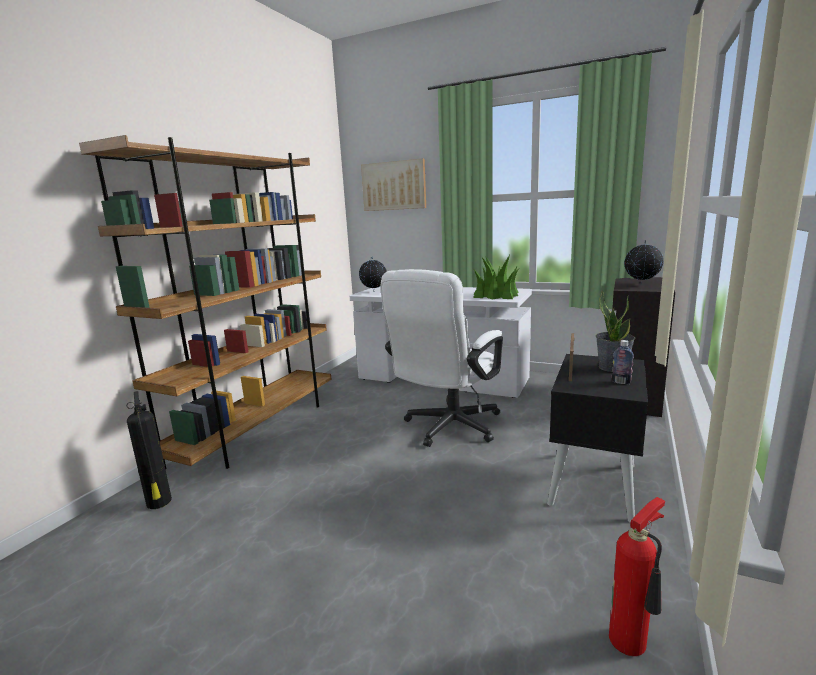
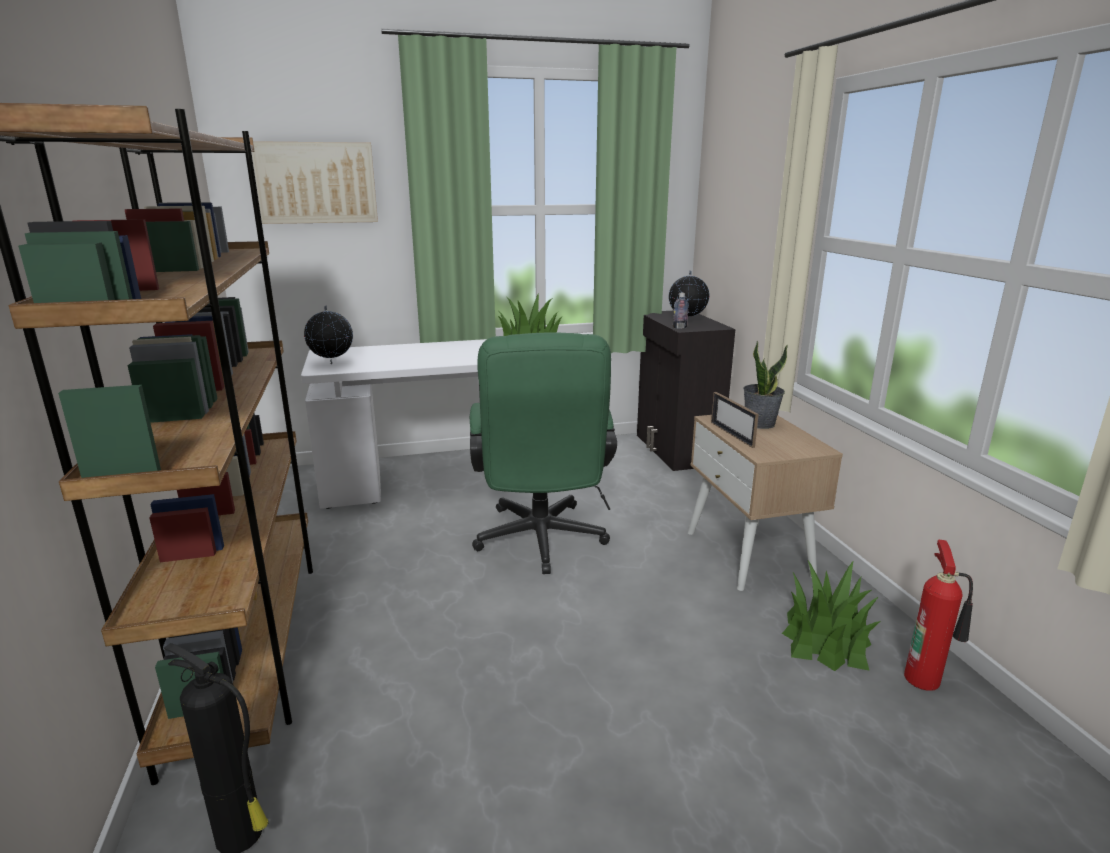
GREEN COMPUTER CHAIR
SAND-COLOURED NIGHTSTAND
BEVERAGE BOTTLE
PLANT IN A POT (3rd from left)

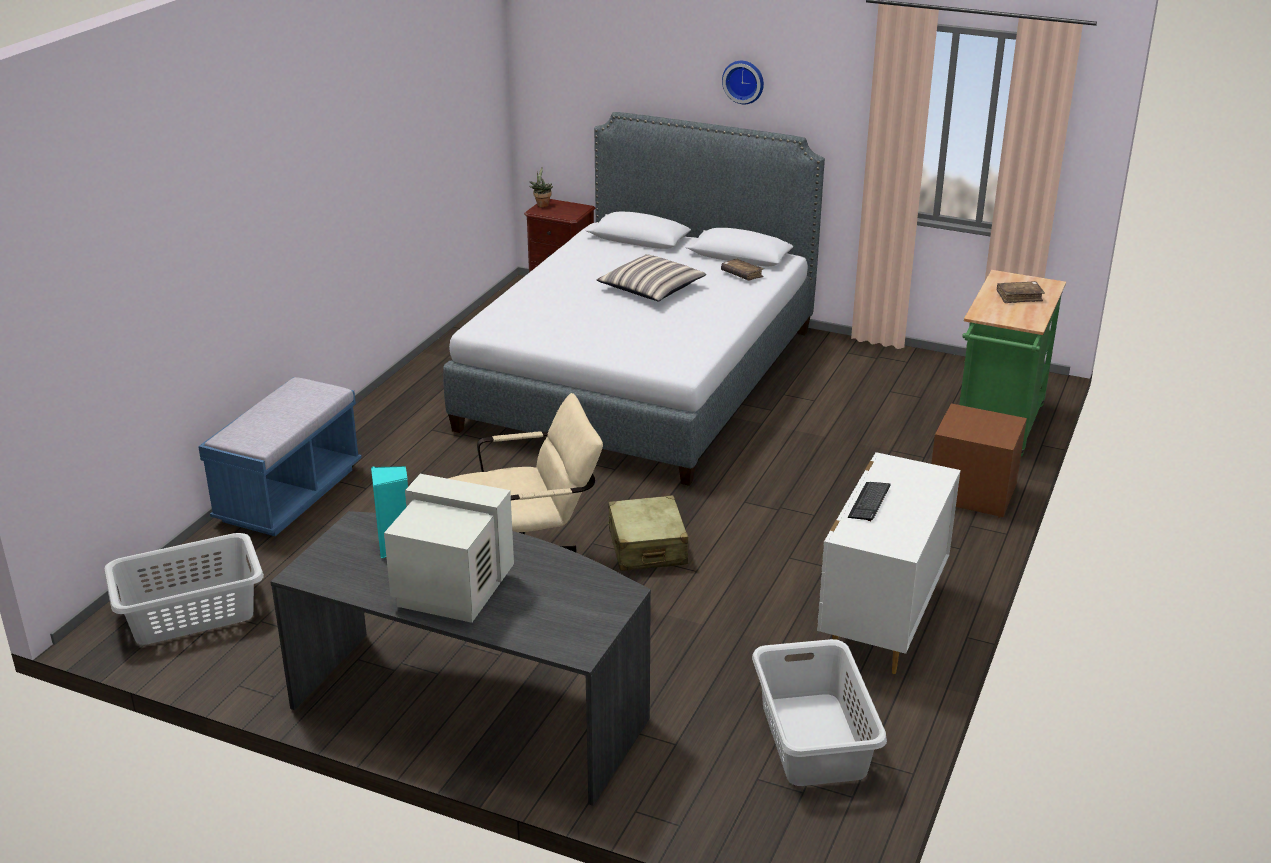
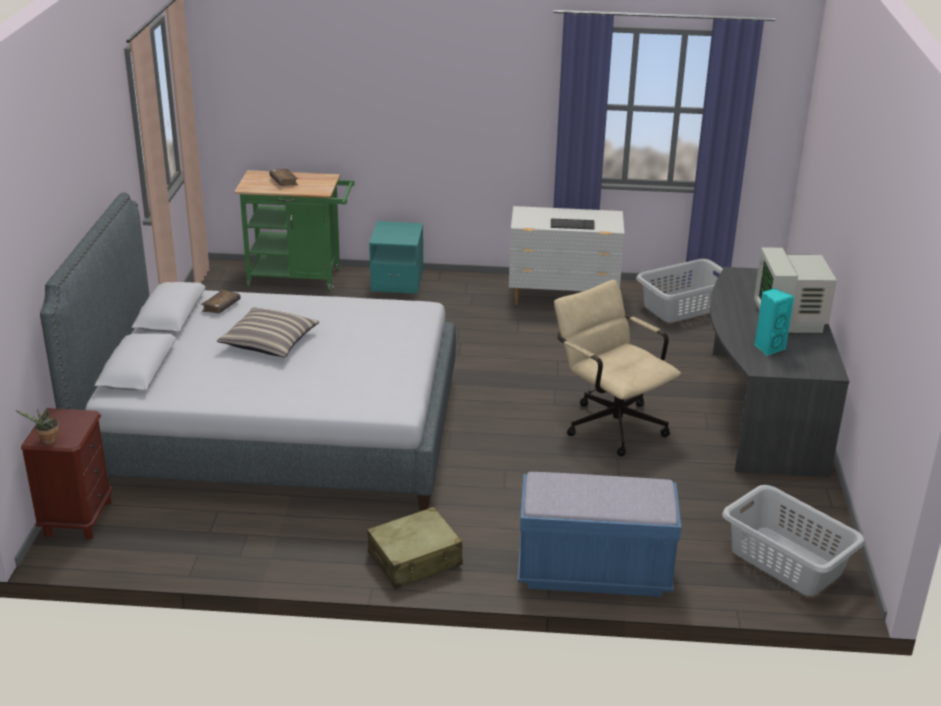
SAND-COLOURED TRAVEL CASE
WALL CLOCK
TURQUOISE NIGHTSTAND

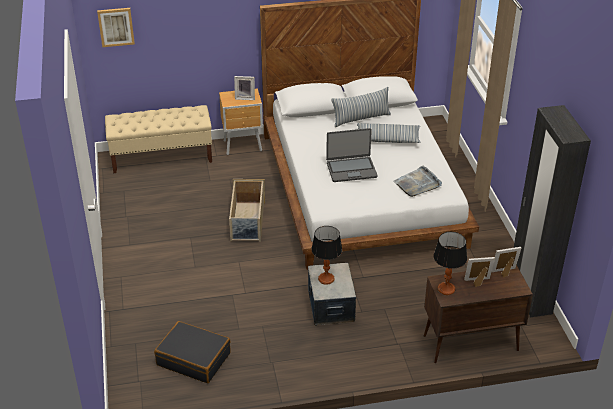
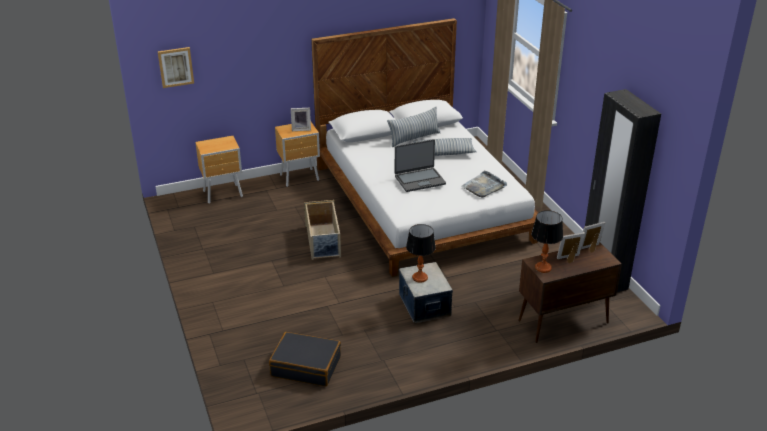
BROWN NIGHTSTAND (1st from left)

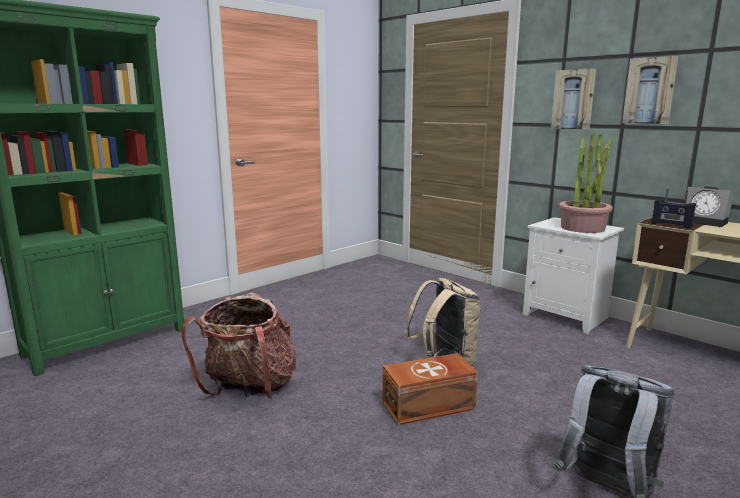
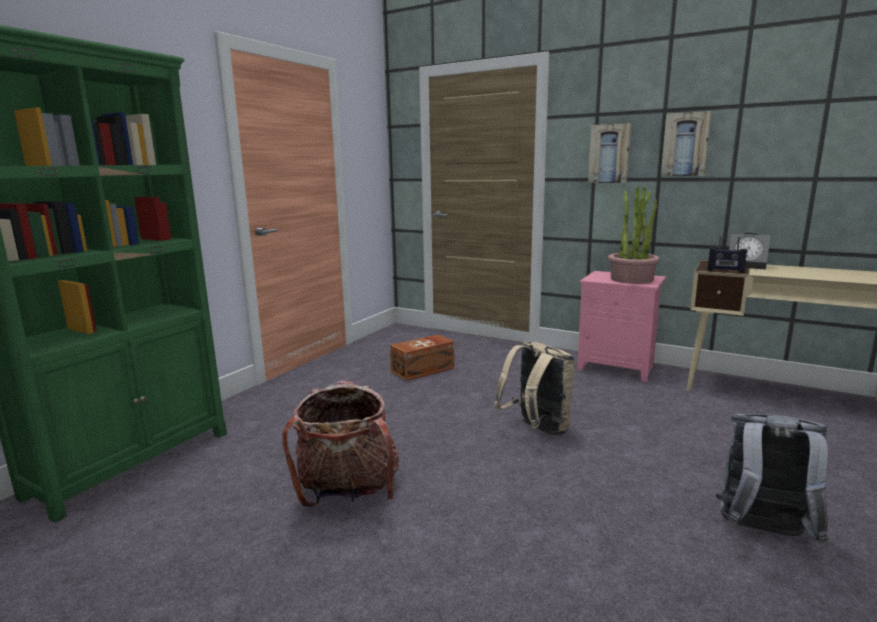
BROWN STORAGE BOX
PINK-COLOURED NIGHTSTAND

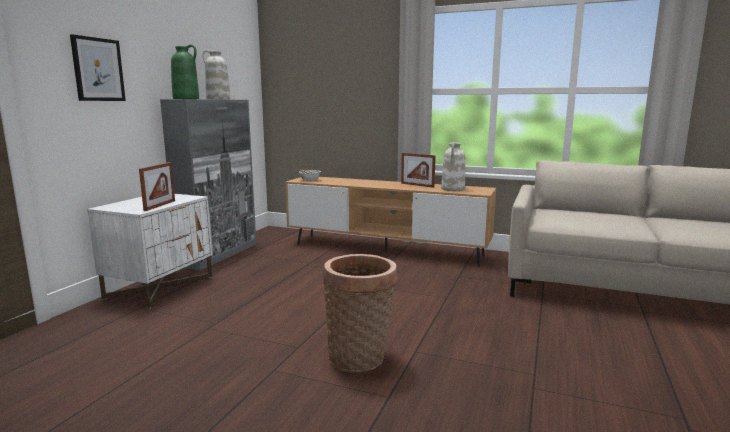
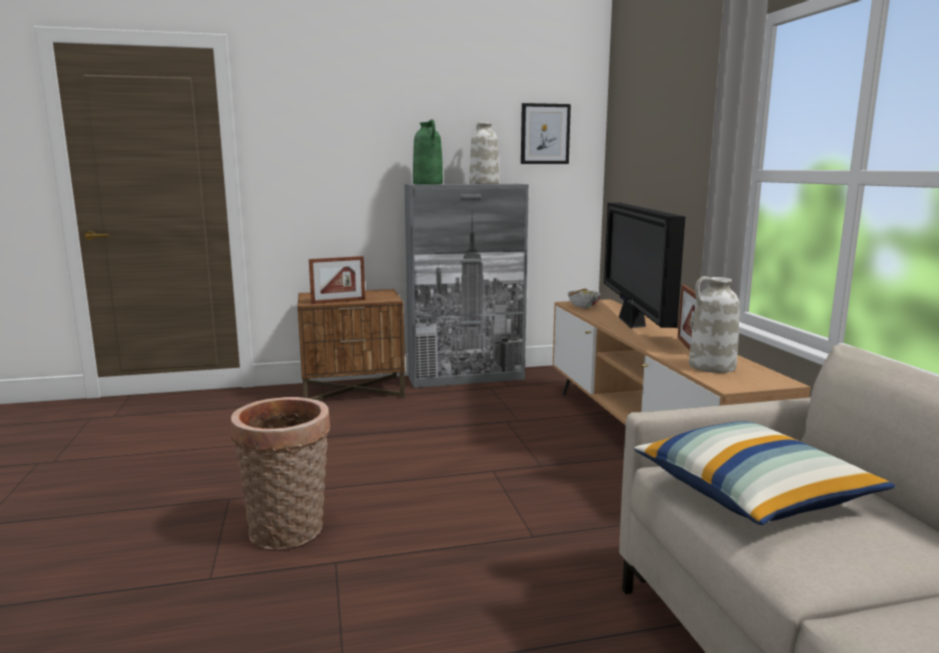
WALL ART
BROWN NIGHTSTAND
TELEVISION
THROW PILLOW

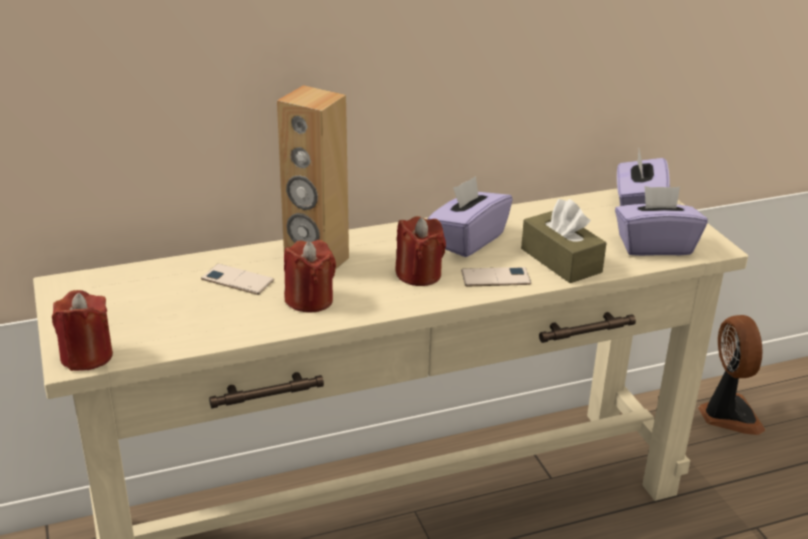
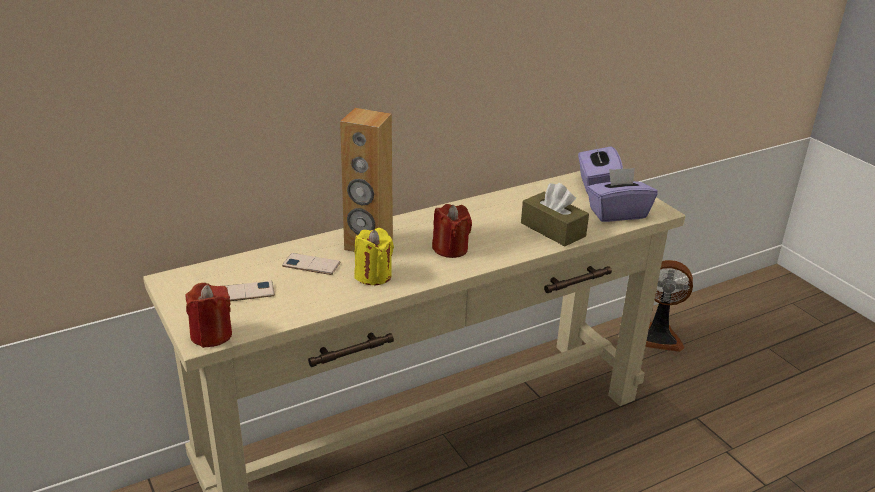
YELLOW CANDLE
PURPLE TISSUE HOLDER (1st from left in the first image)
TELEPHONE (1st from left)
FAN

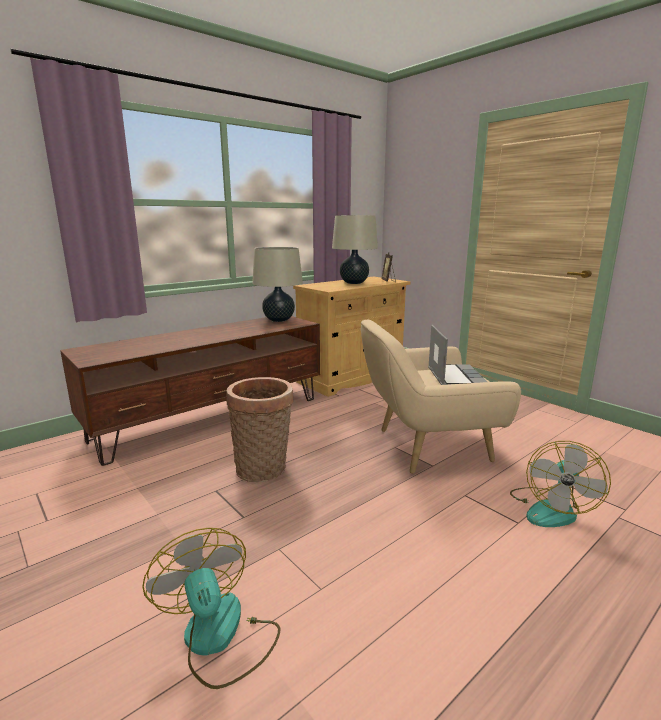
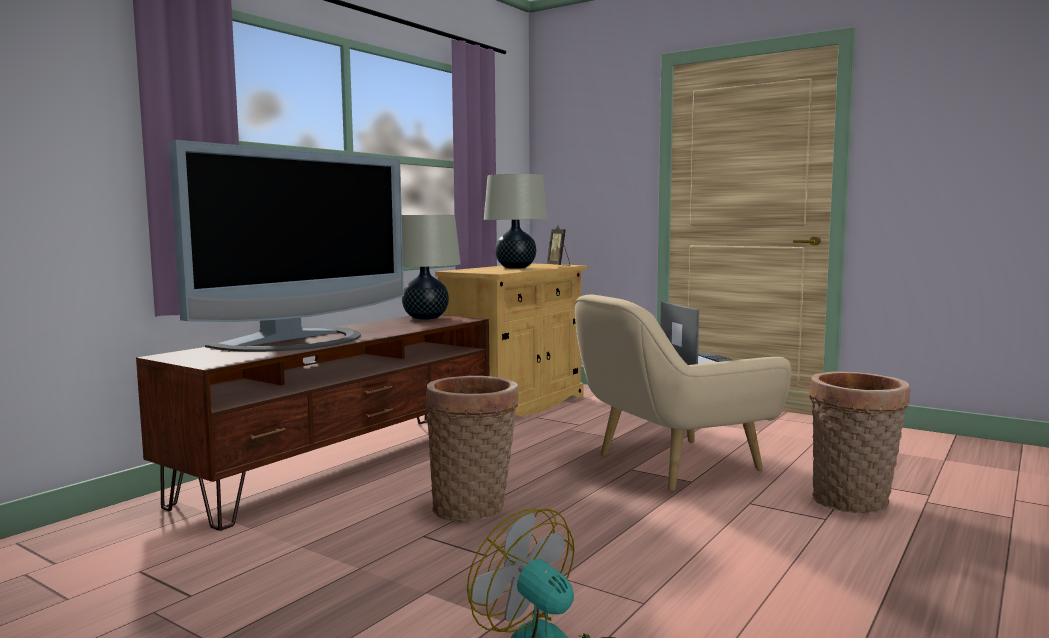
STORAGE BASKET (2nd from left)
TELEVISION

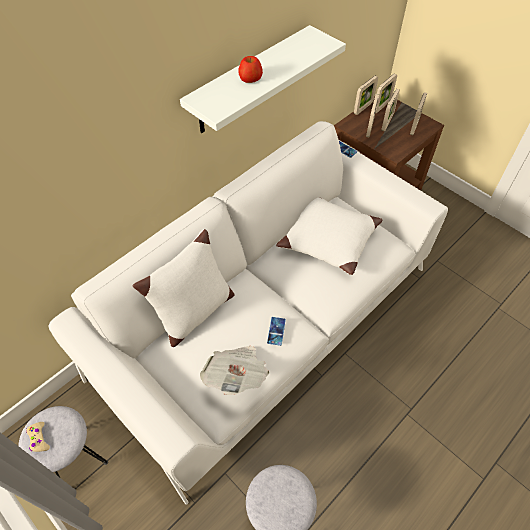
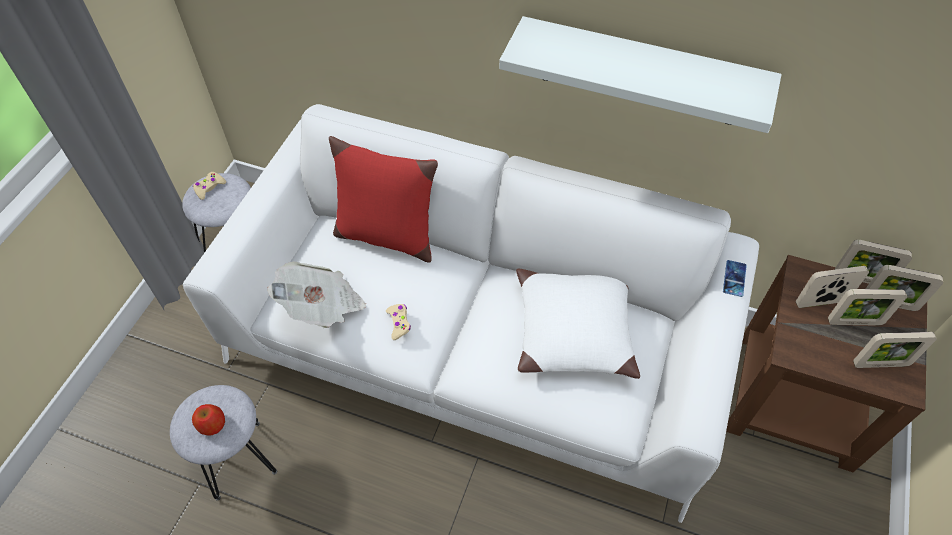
RED-COLOURED THROW PILLOW
APPLE
SAND-COLOURED GAME CONTROLLER (2nd from left)

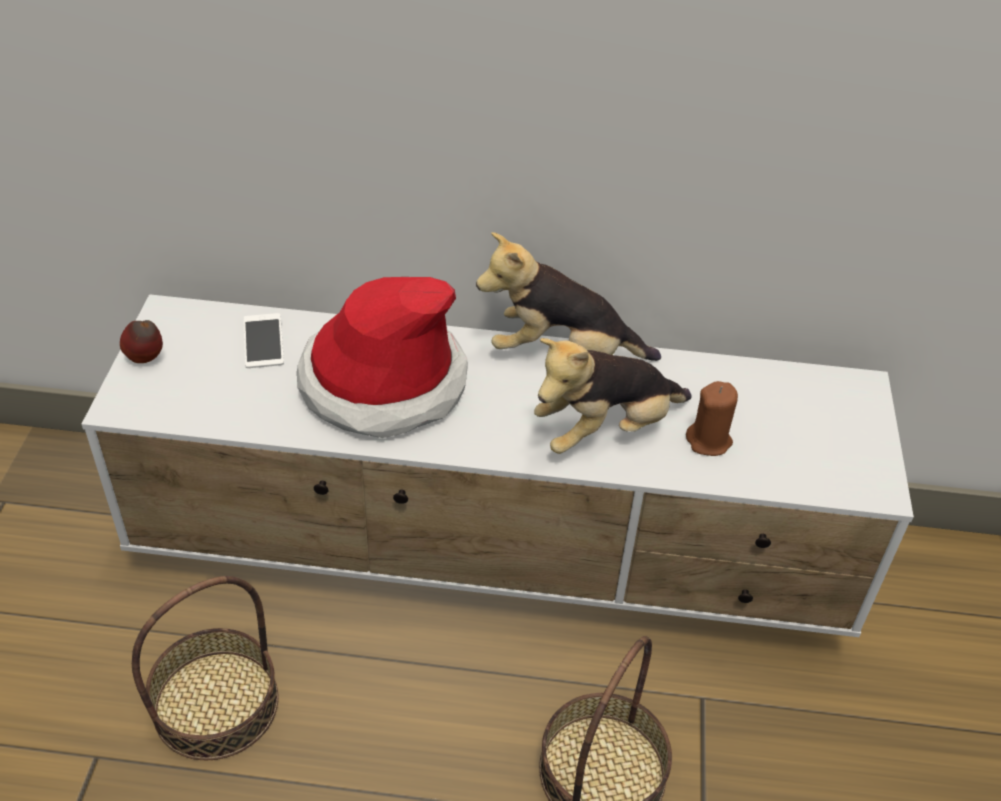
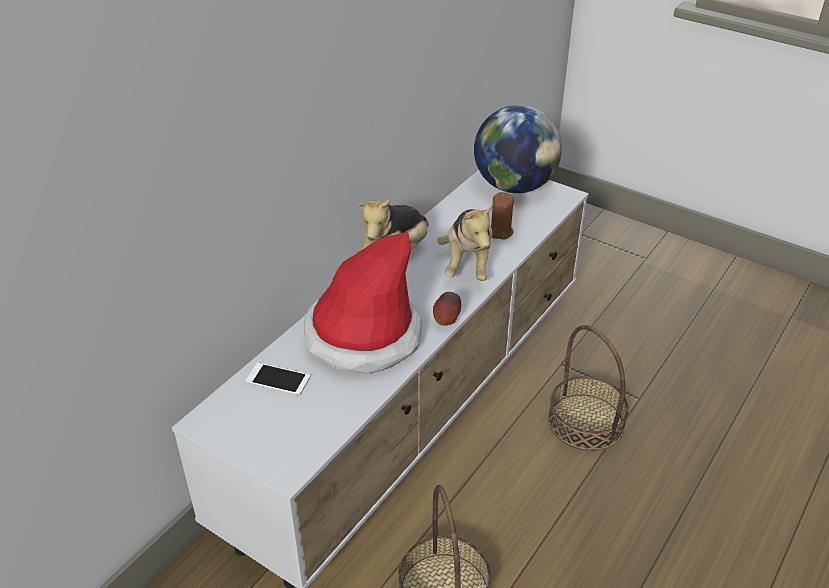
APPLE
DESK GLOBE

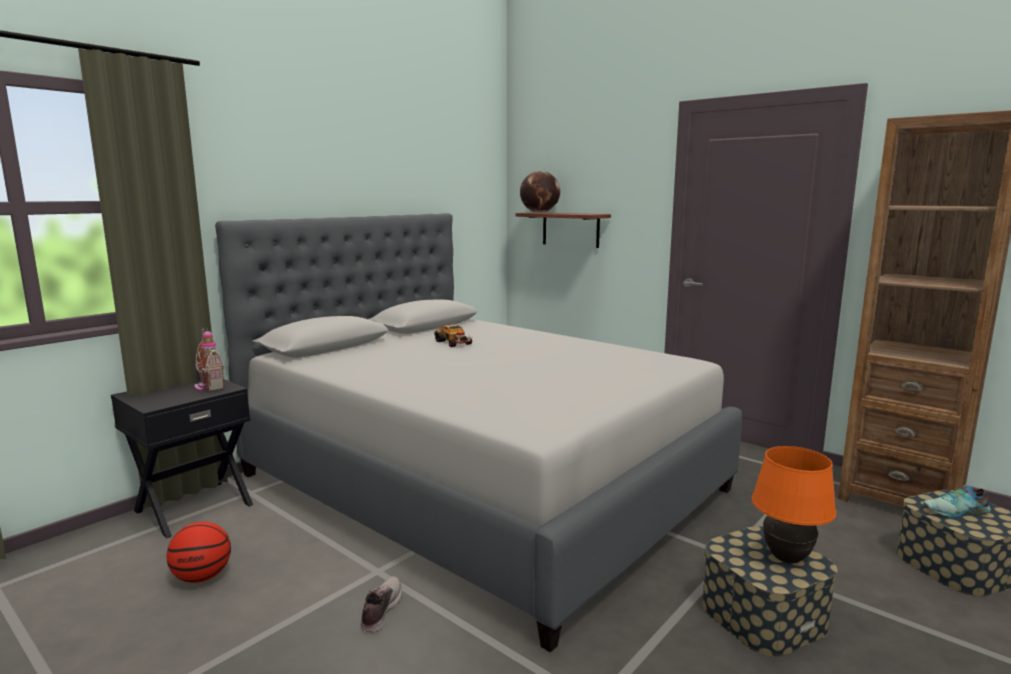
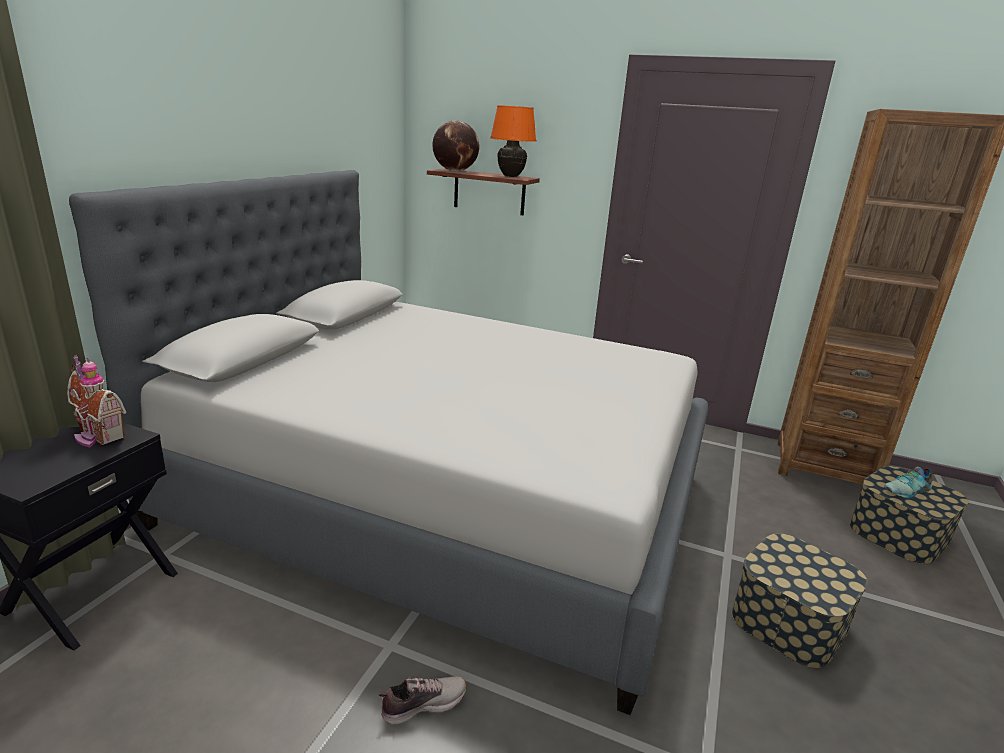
BASKETBALL
LOW SHOE (1st from left)
MINIATURE CAR
ORANGEY LAMP FOR A TABLE

